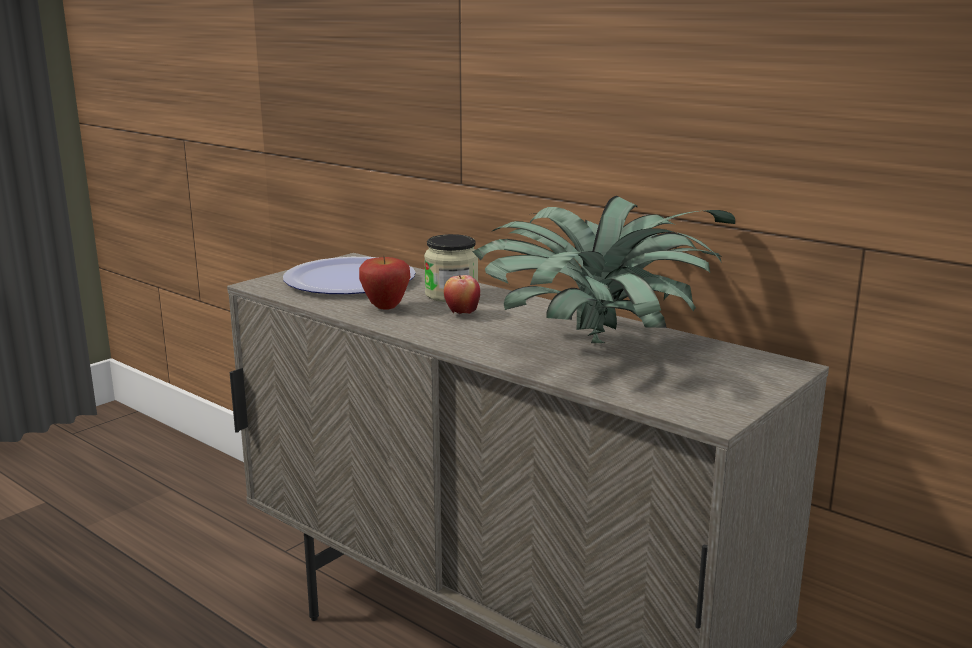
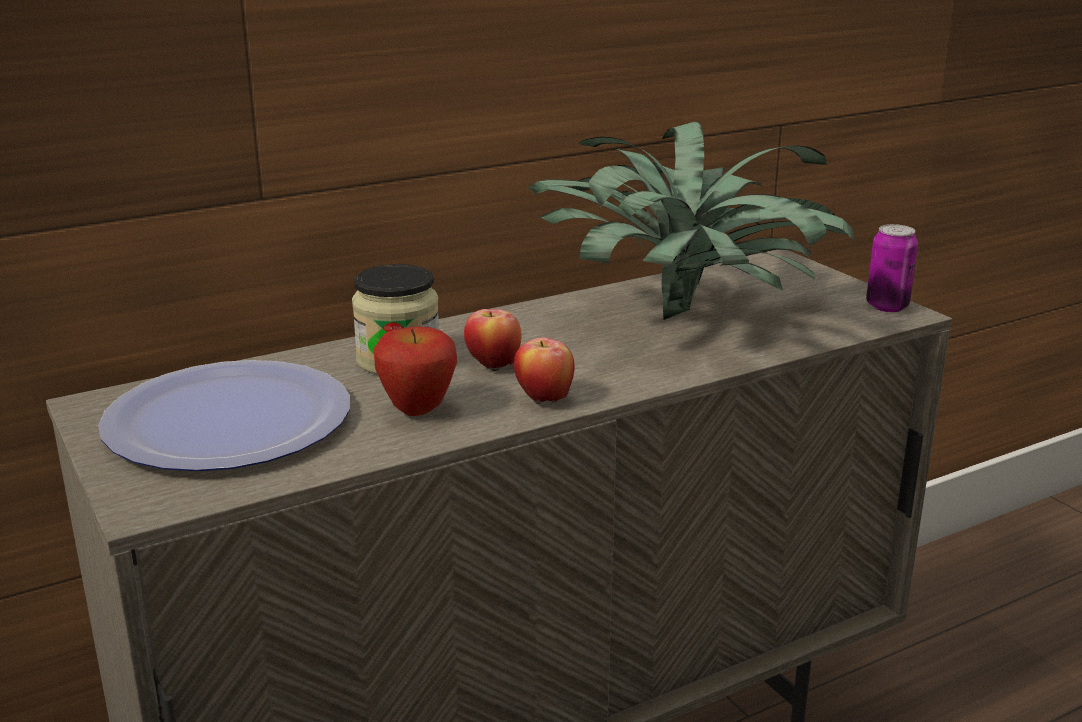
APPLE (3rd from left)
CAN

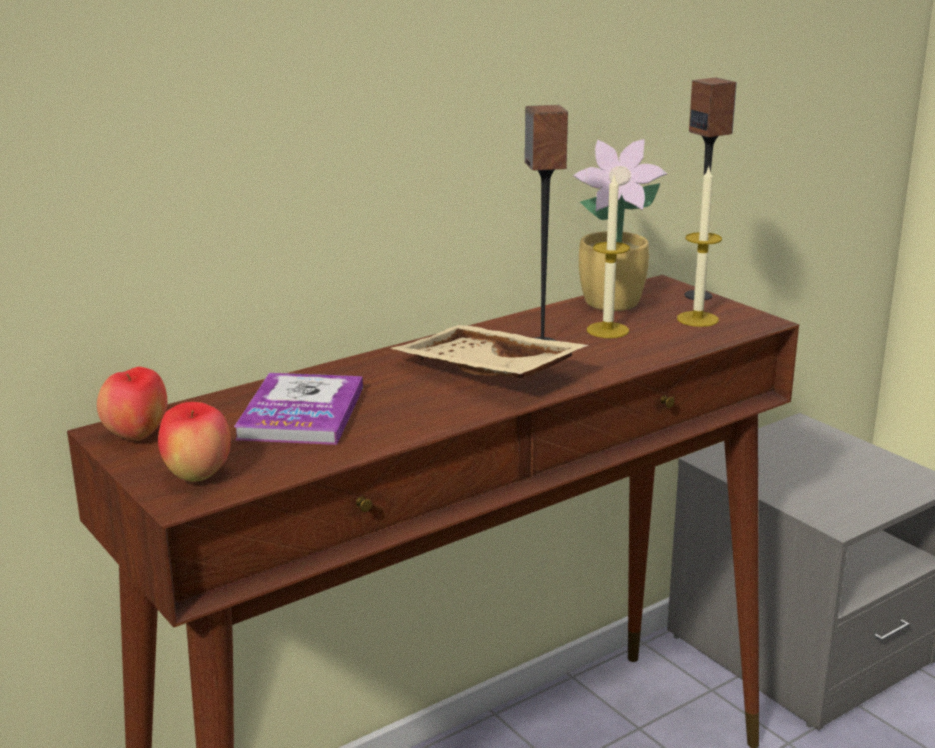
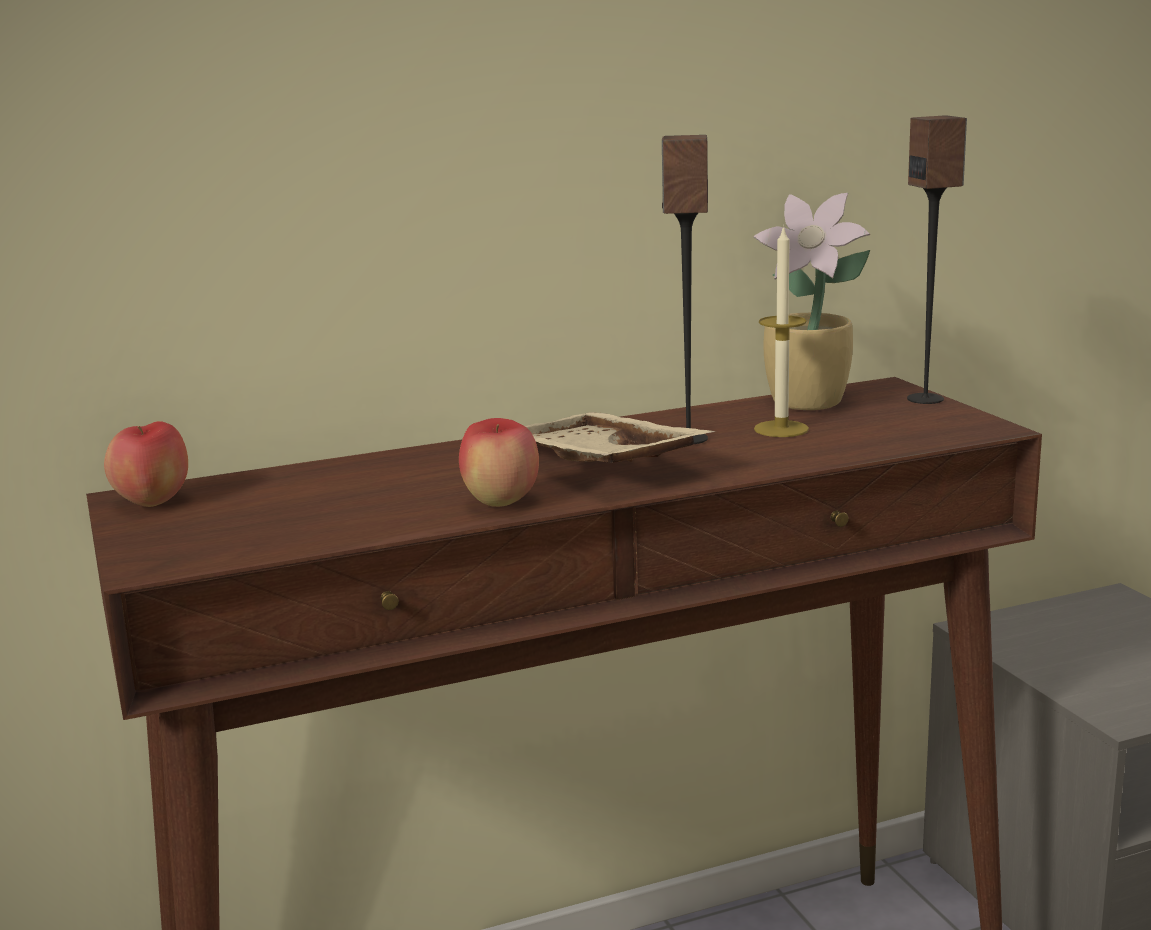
APPLE (2nd from left)
BOOK
CANDLE (2nd from left in the first image)

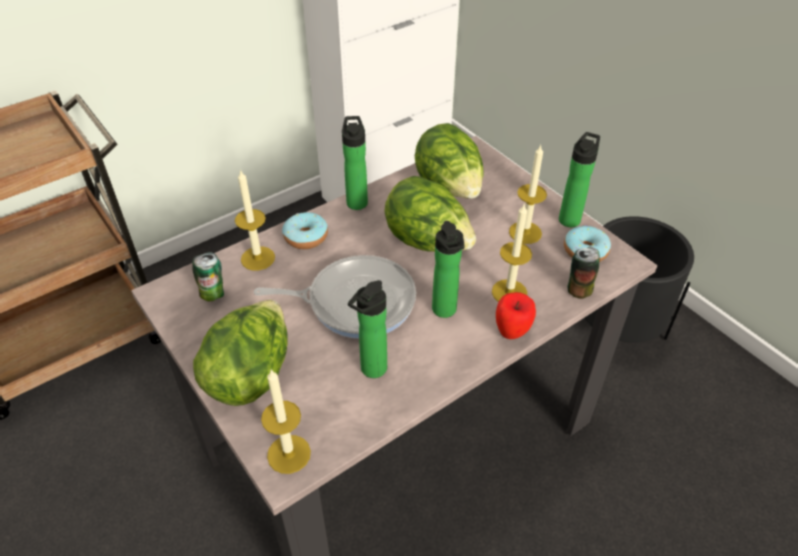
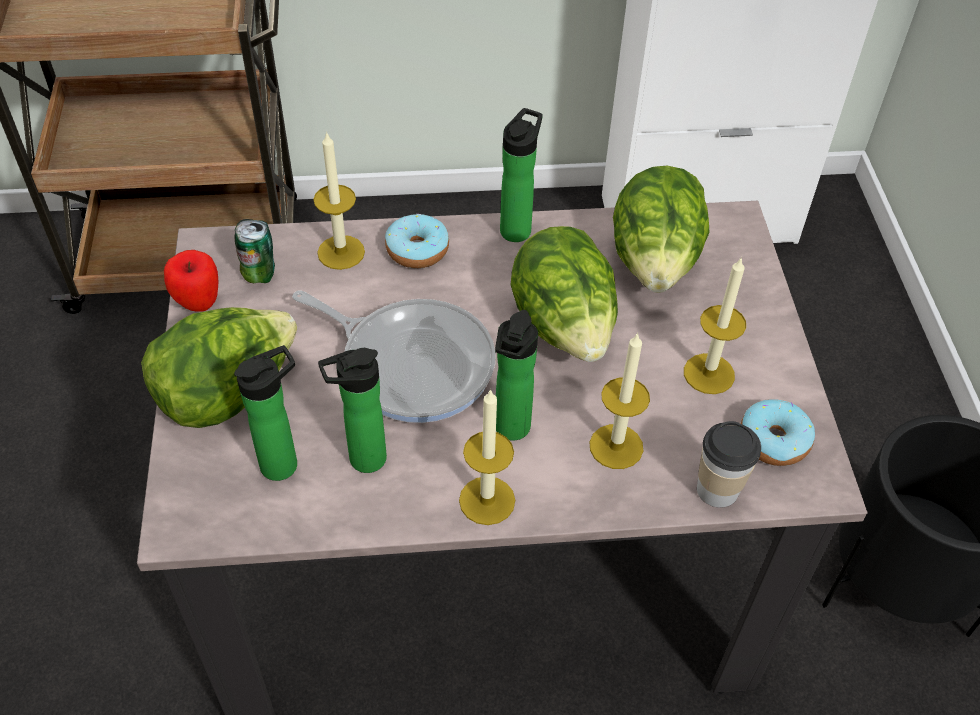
CANDLE (2nd from left)
APPLE
BEVERAGE BOTTLE (1st from left)
SMALL CUP

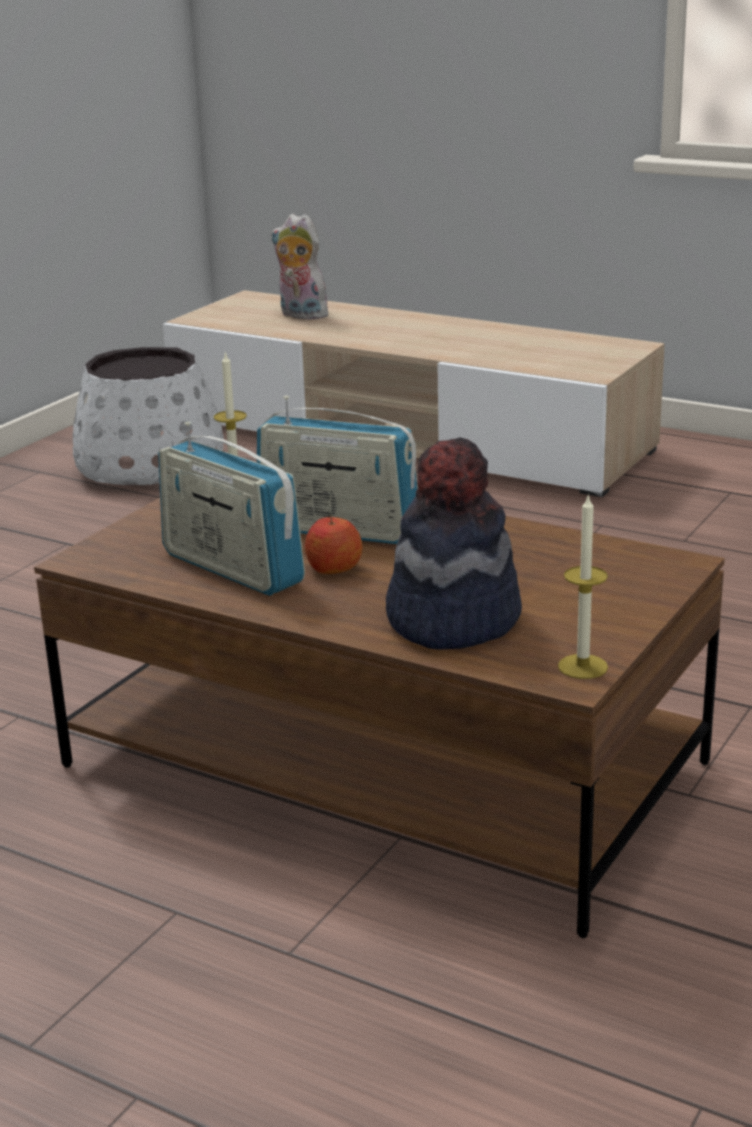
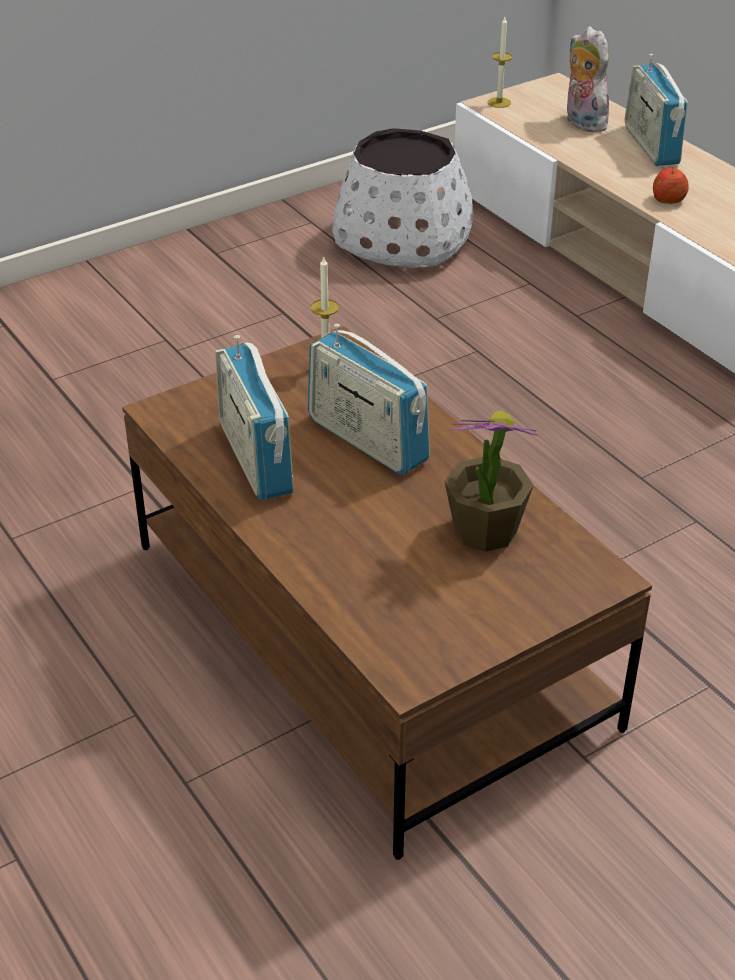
APPLE
CLOTHING HAT
CANDLE (2nd from left)
PLANT IN A POT
RADIO RECEIVER (3rd from left)

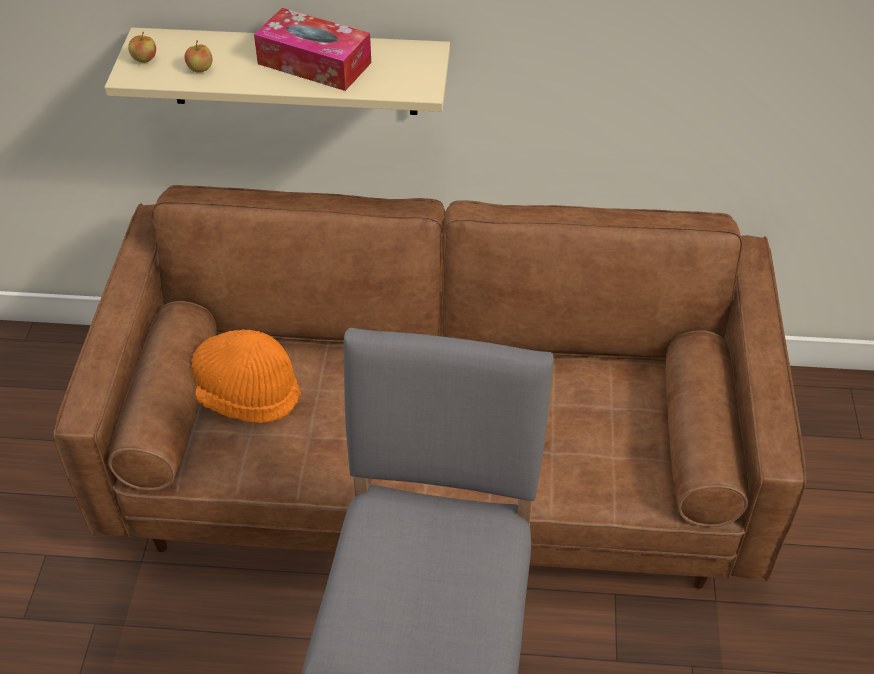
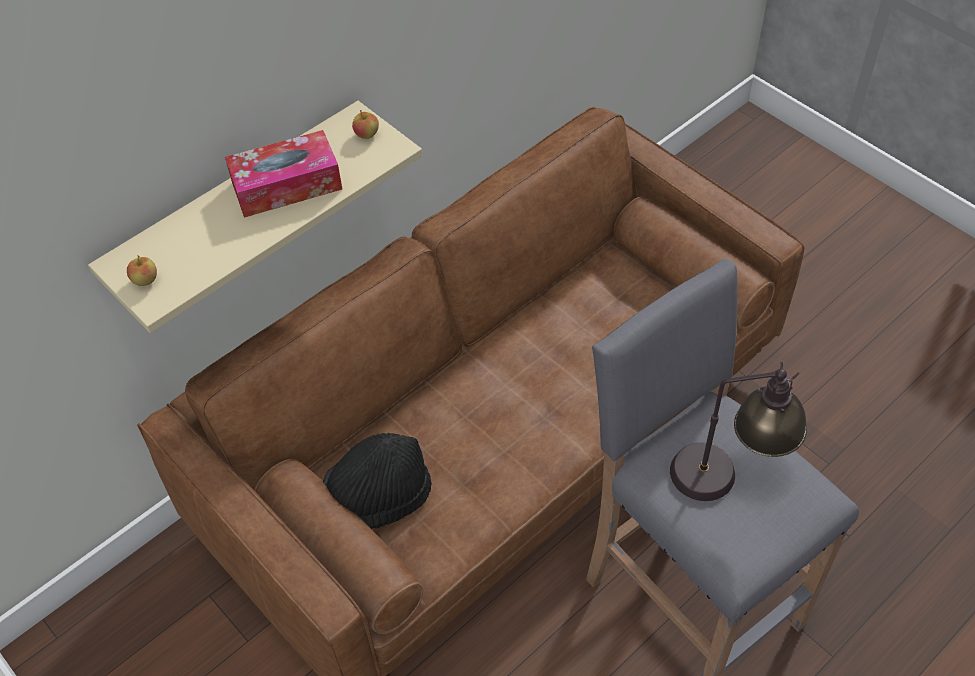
APPLE (2nd from left)
BLACKISH CLOTHING HAT
LAMP FOR A TABLE

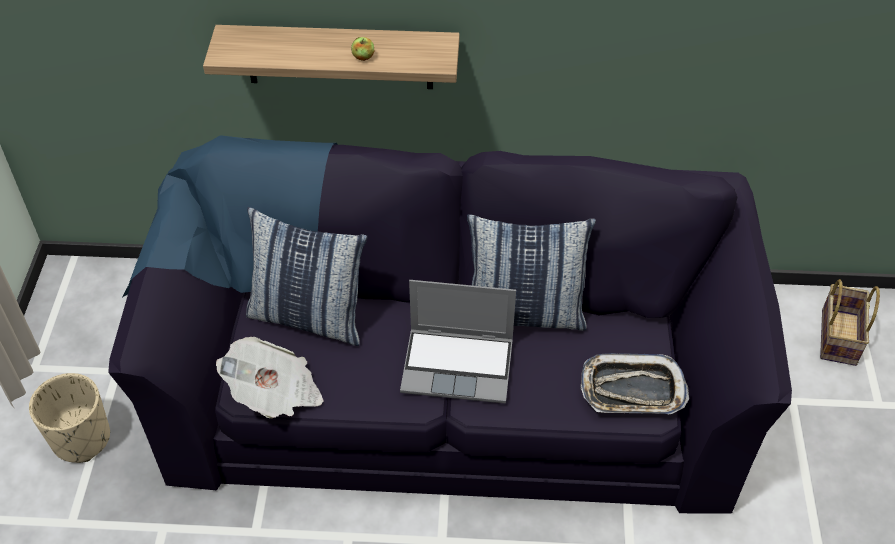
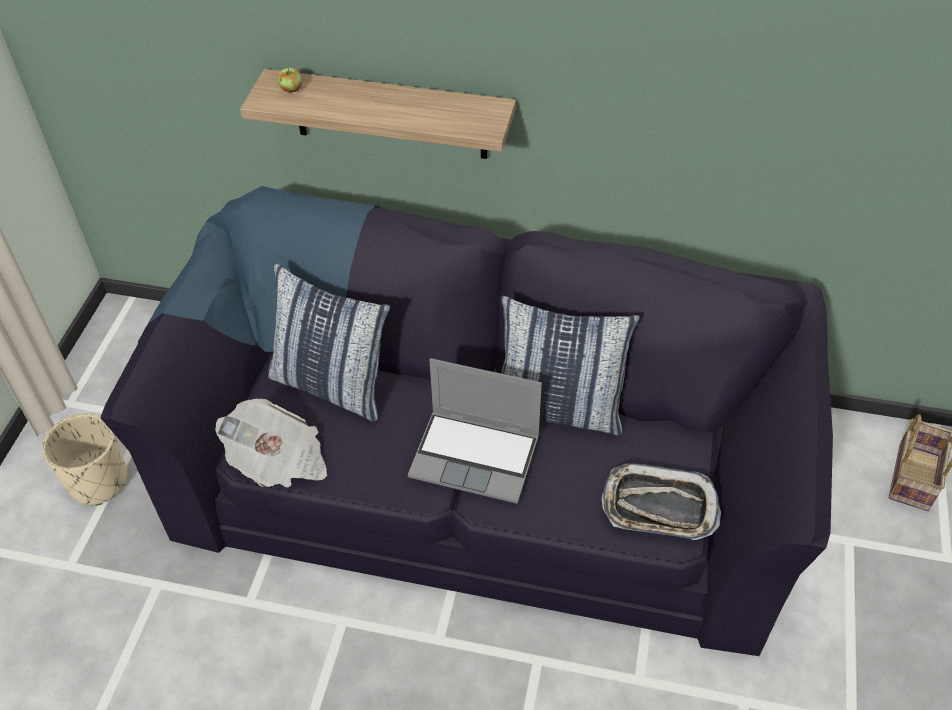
APPLE

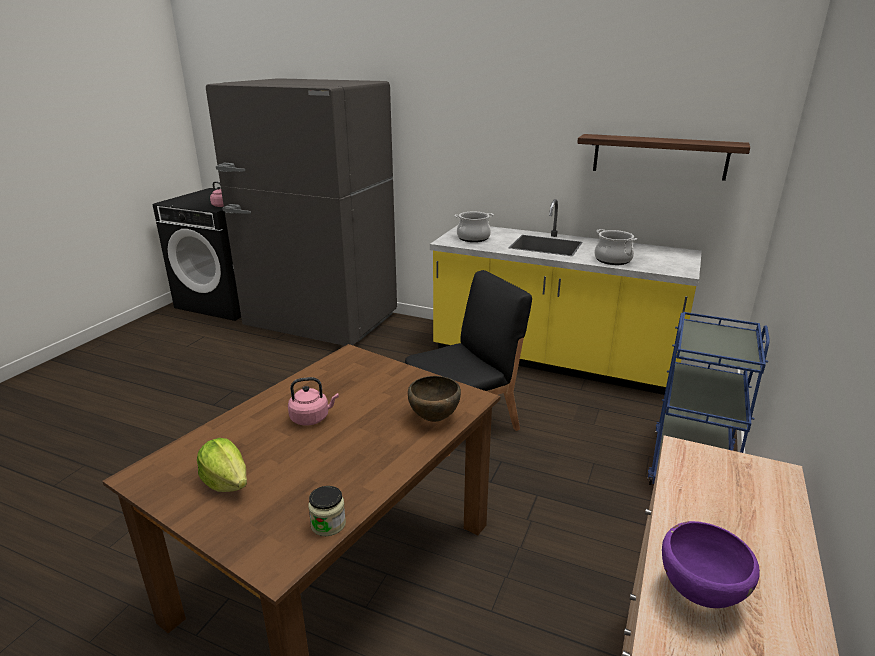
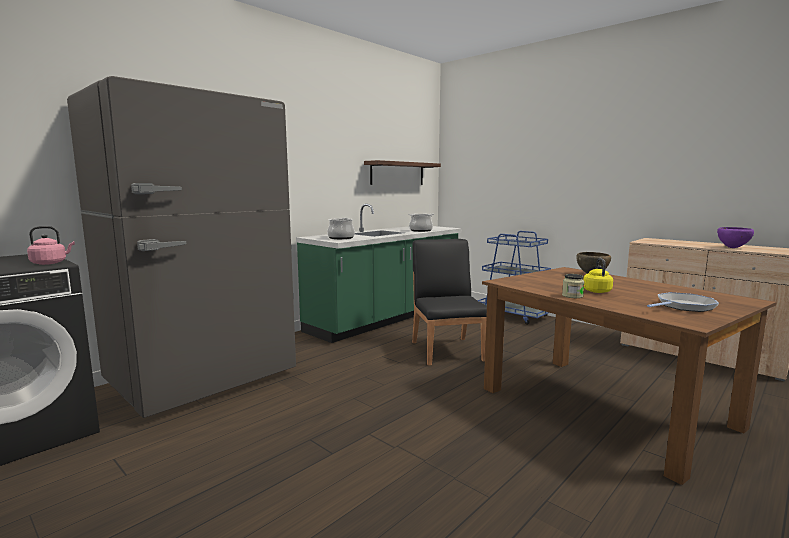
SKILLET
YELLOW KETTLE
JAR
GREEN COUNTER

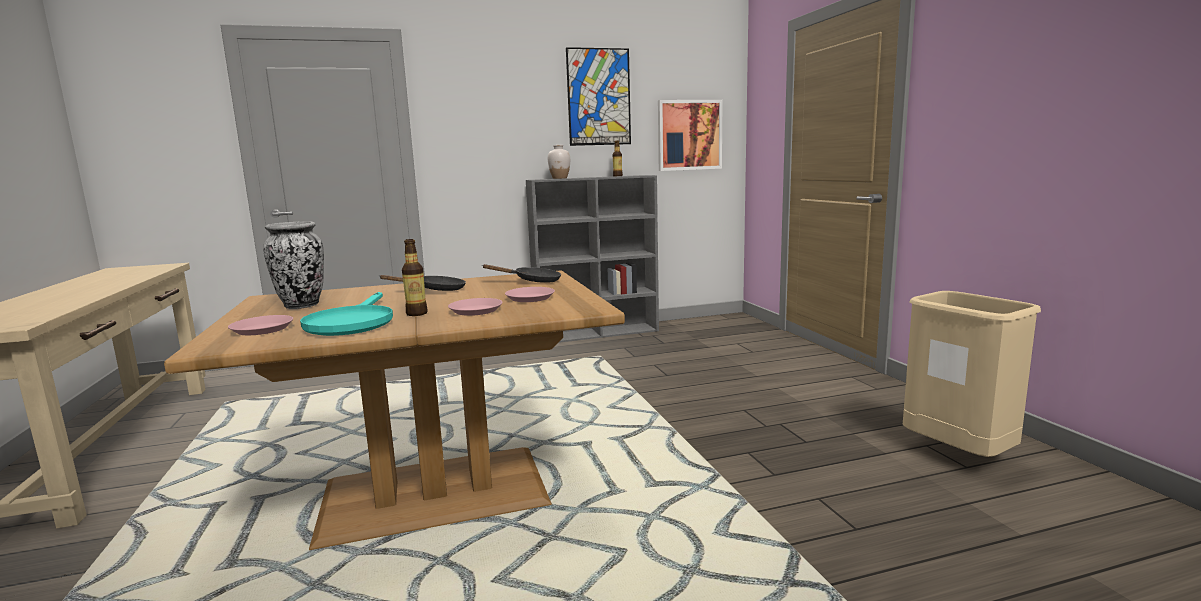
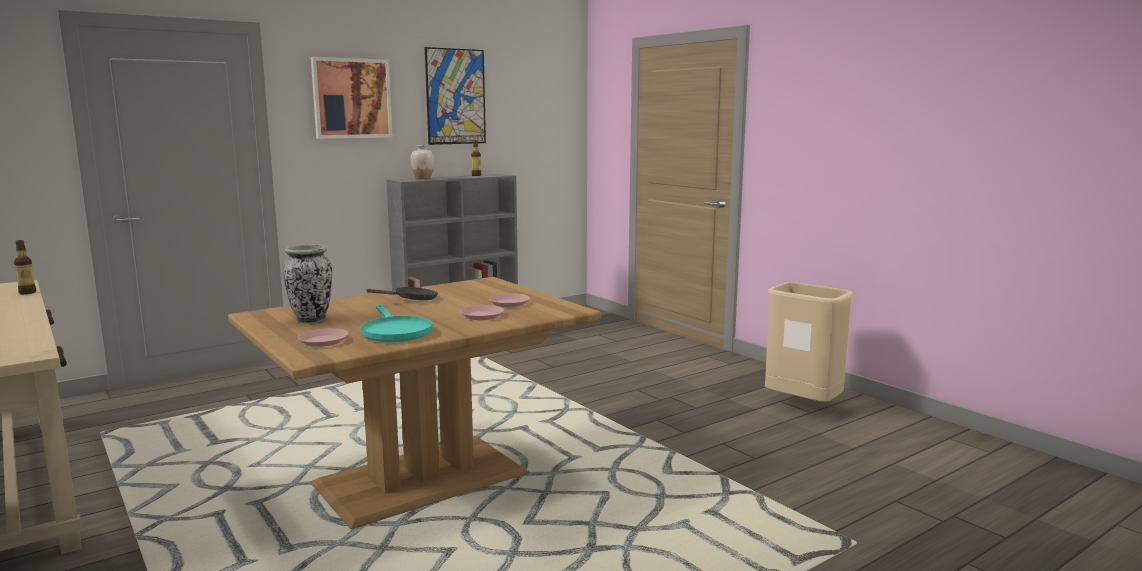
BEVERAGE BOTTLE (1st from left)
BLACKISH SKILLET (2nd from left in the first image)
WALL ART (1st from left)

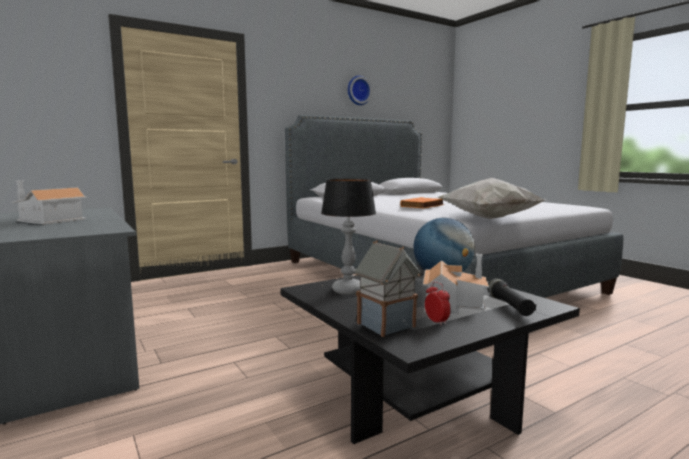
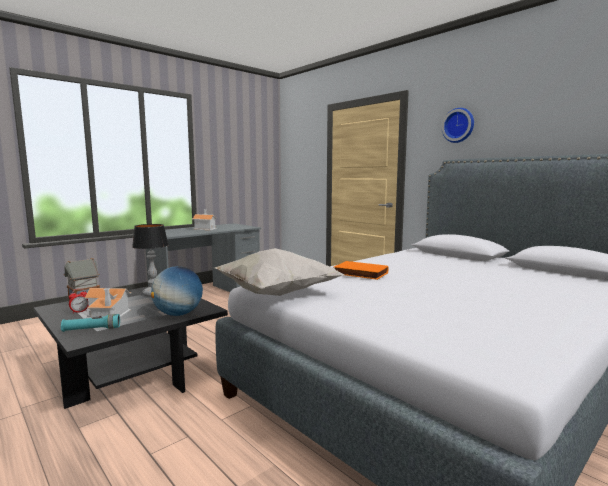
WALL CLOCK
TURQUOISE FLASHLIGHT

